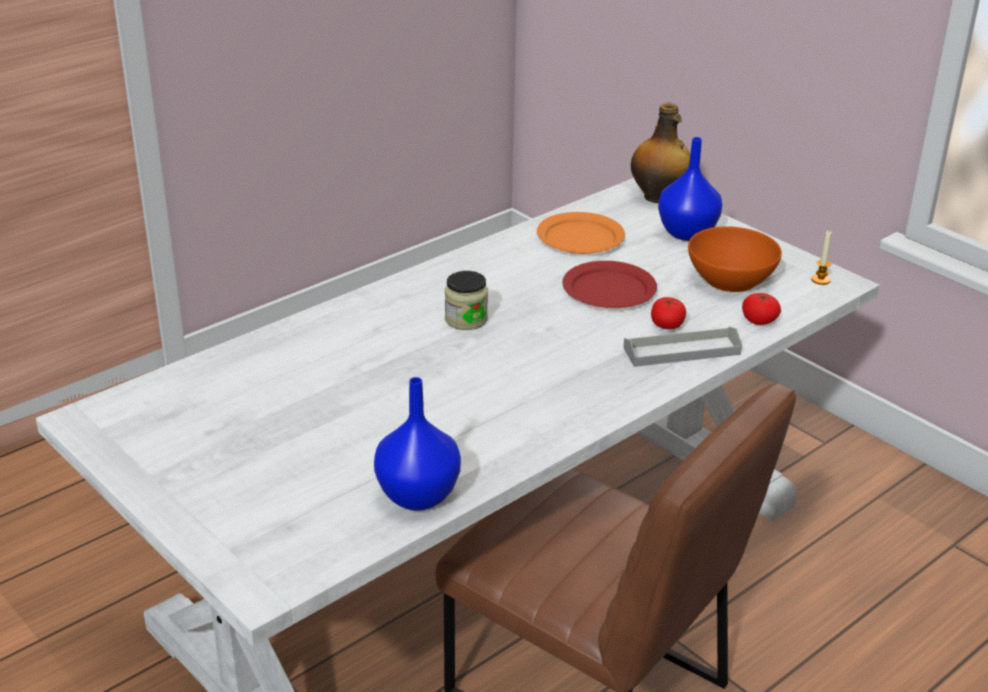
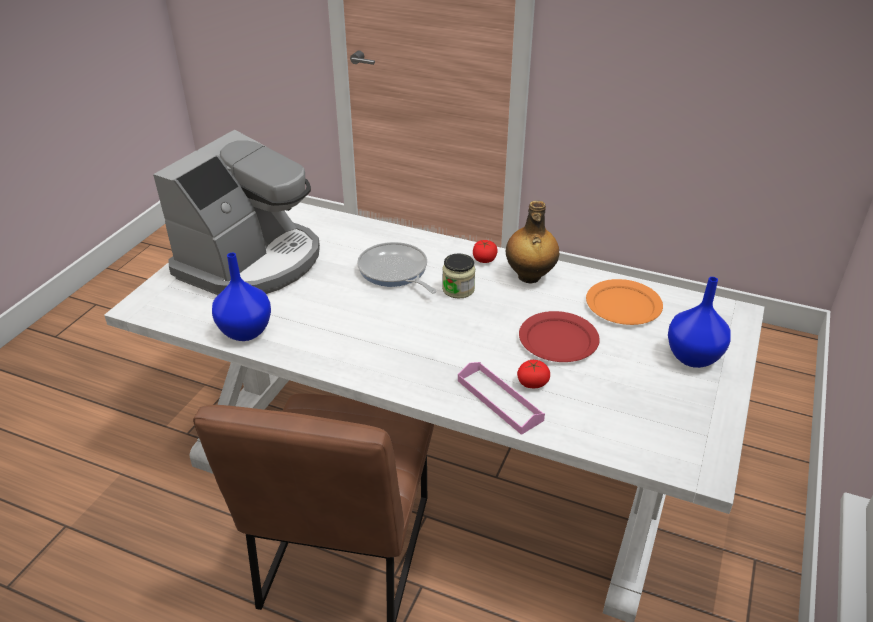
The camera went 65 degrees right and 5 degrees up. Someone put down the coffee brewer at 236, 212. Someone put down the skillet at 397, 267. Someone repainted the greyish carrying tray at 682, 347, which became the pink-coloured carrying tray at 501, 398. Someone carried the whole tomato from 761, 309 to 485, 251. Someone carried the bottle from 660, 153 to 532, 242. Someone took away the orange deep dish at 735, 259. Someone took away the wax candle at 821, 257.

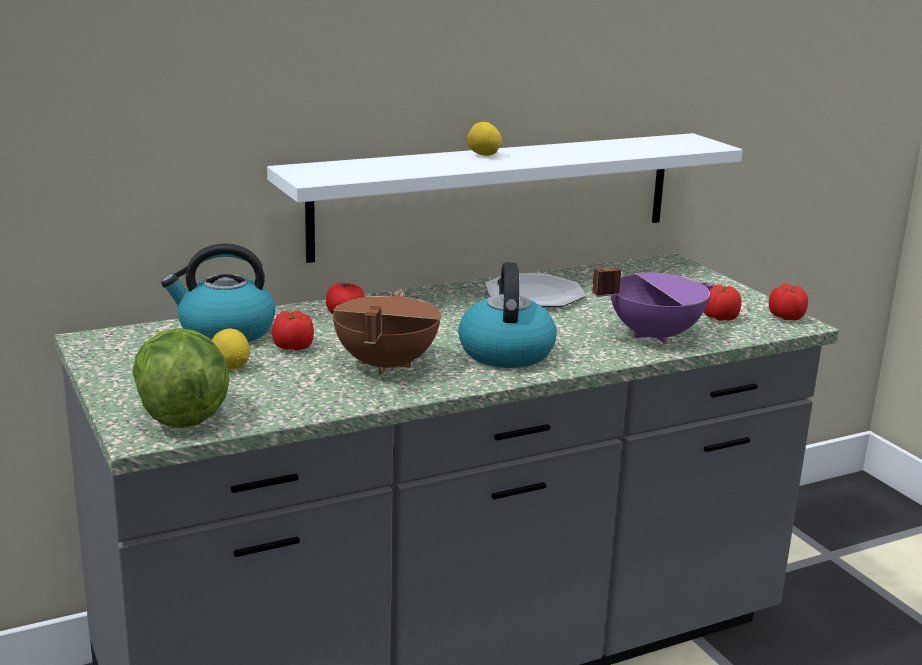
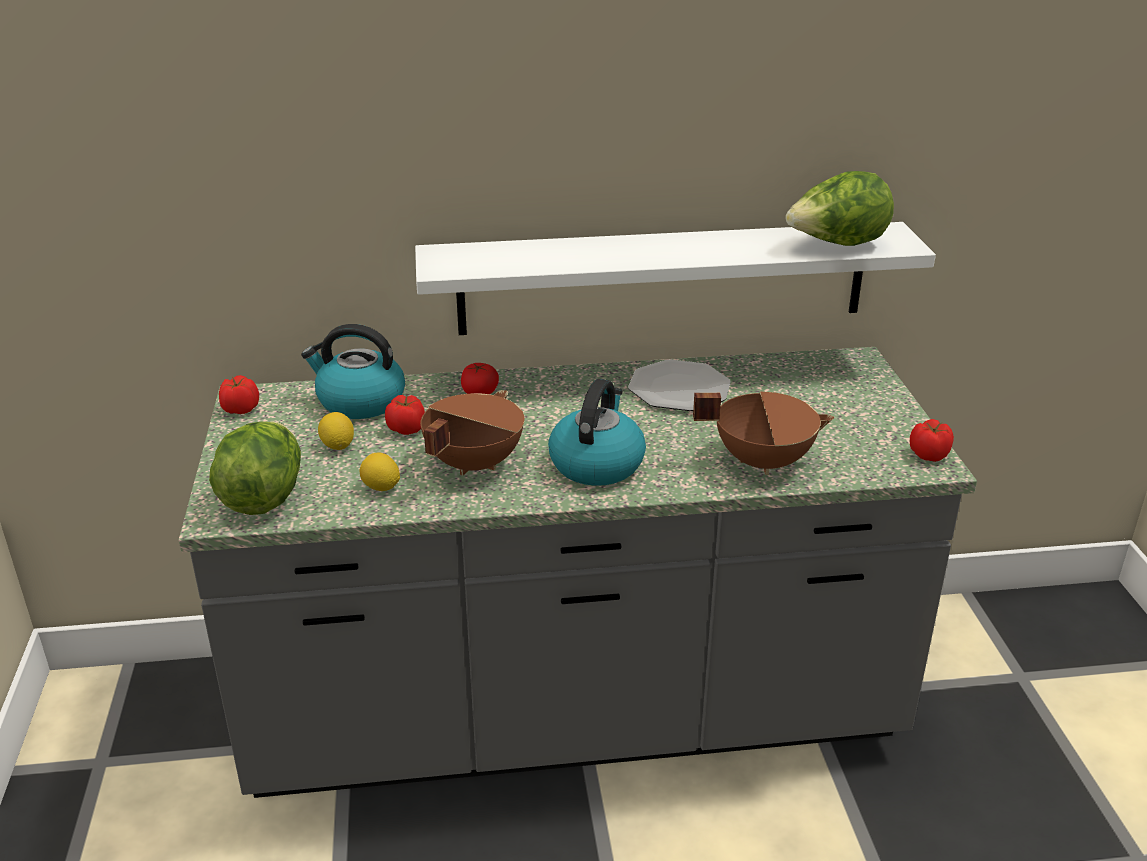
The camera went 20 degrees right and 10 degrees up. Someone carried the whole tomato from 722, 302 to 239, 394. Someone carried the whole lemon from 484, 139 to 380, 471. Someone repainted the purple cooking pot at 653, 305, which became the brown-coloured cooking pot at 763, 433. Someone put down the head of lettuce at 840, 208.

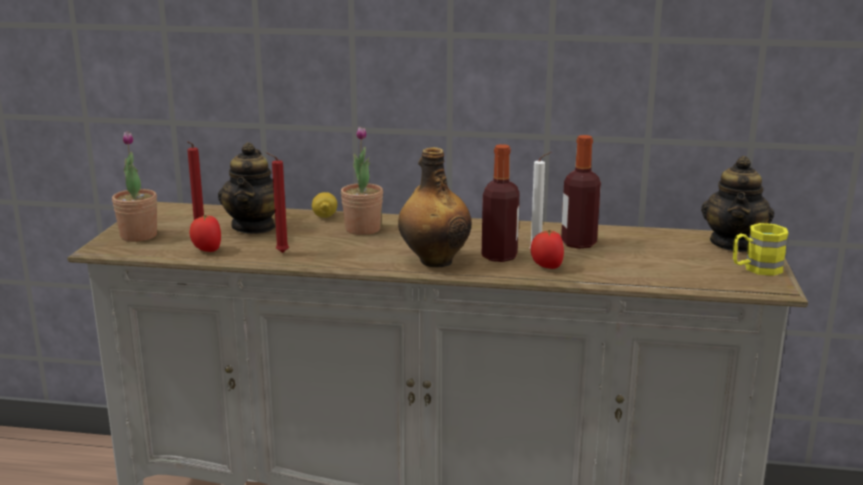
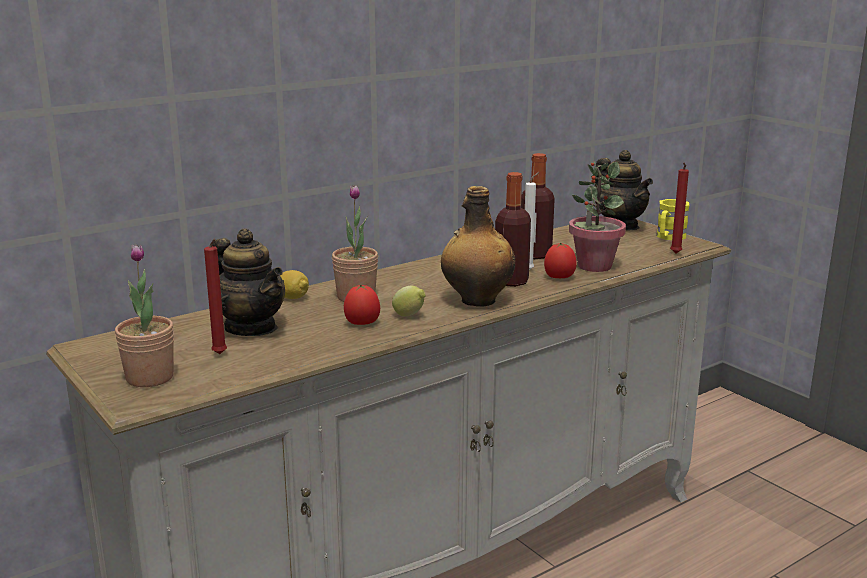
The camera went 45 degrees left and 0 degrees up. Someone carried the whole tomato from 205, 233 to 362, 305. Someone put down the whole lemon at 408, 301. Someone put down the houseplant at 597, 216. Someone carried the red wax candle from 277, 202 to 679, 208.

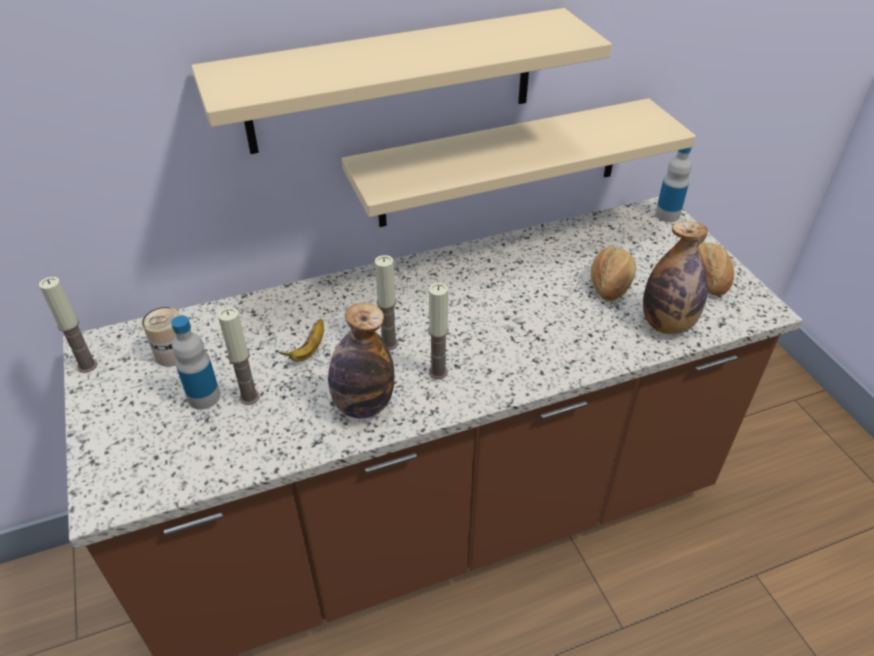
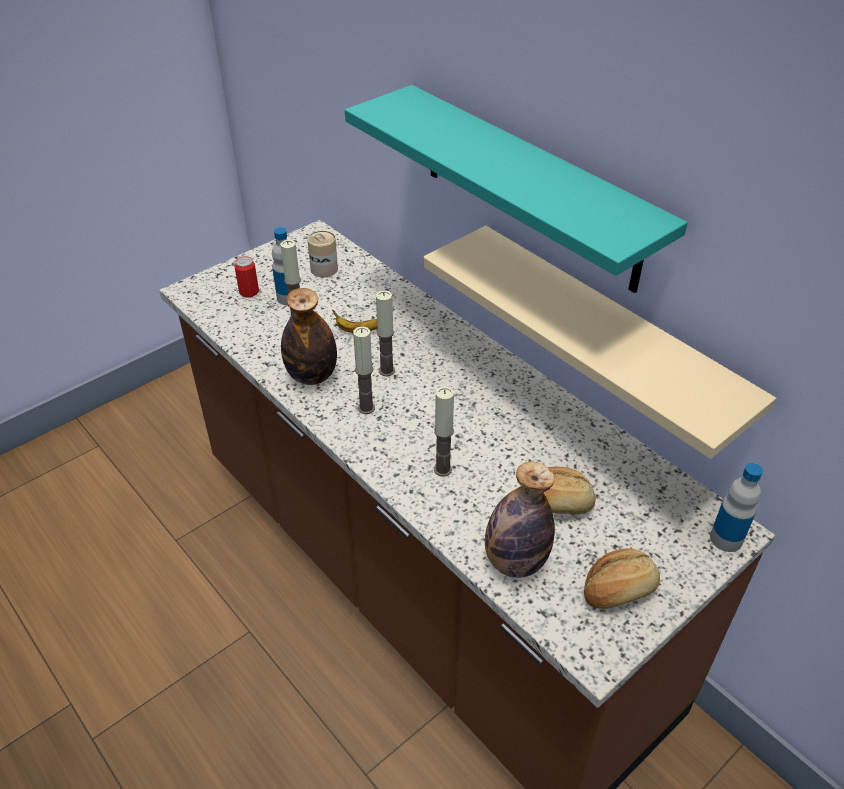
The camera went 70 degrees right and 0 degrees up. Someone put down the can at 247, 277. Someone repainted the sand-coloured wall shelf at 401, 81, which became the blue-green wall shelf at 516, 189. Someone carried the wax candle from 68, 325 to 444, 431.

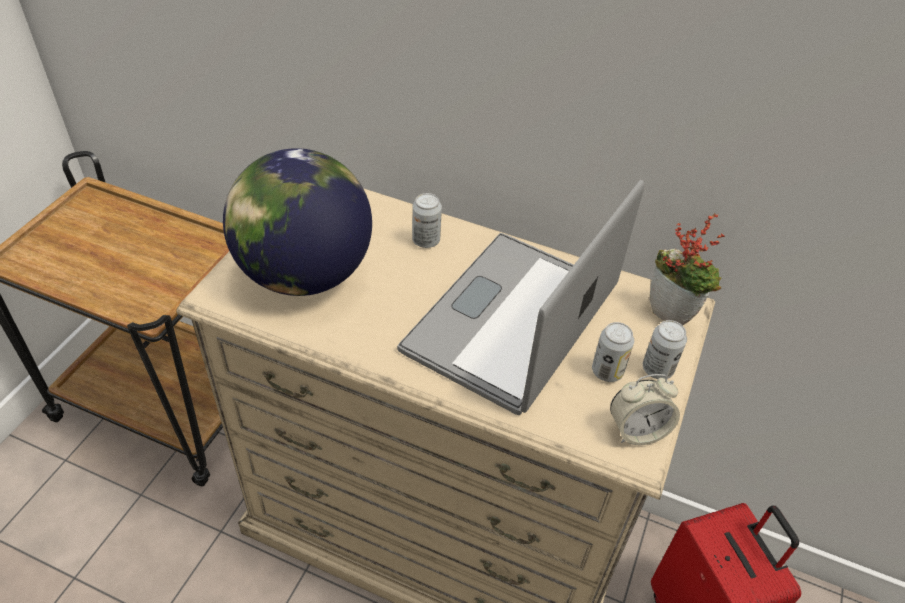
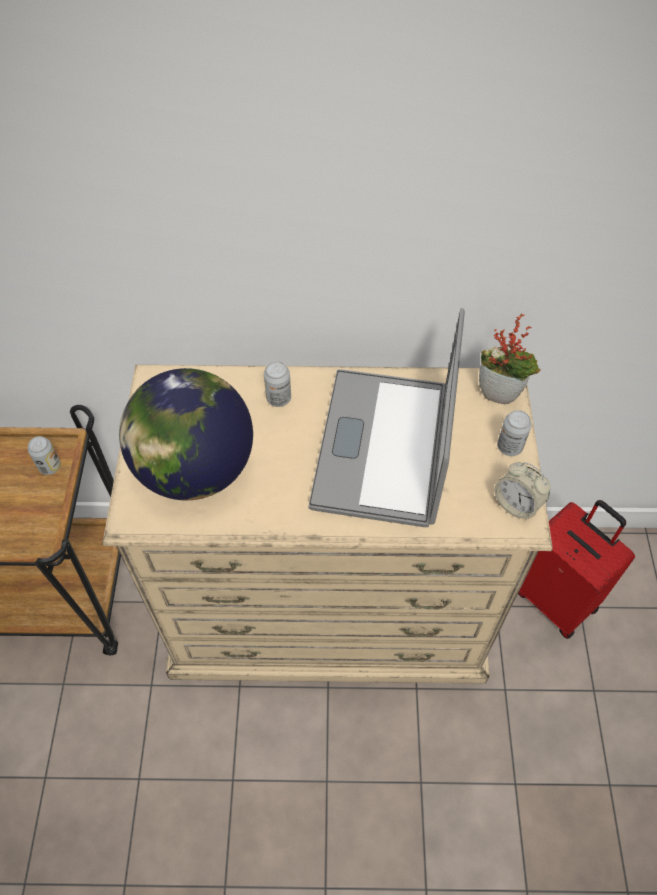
The camera went 20 degrees left and 10 degrees up. Someone carried the can from 613, 352 to 44, 455. Someone rotated the alarm clock at 645, 409 by 75 degrees clockwise.

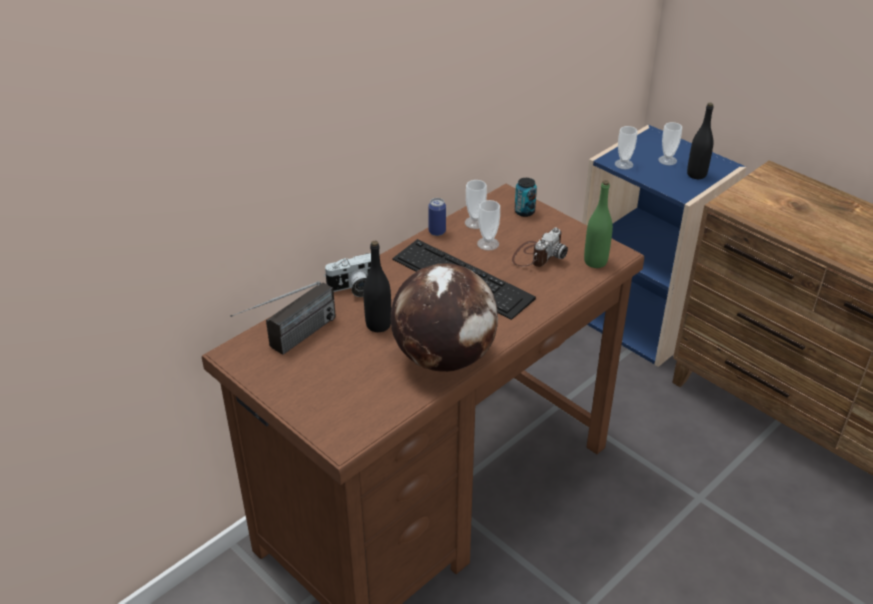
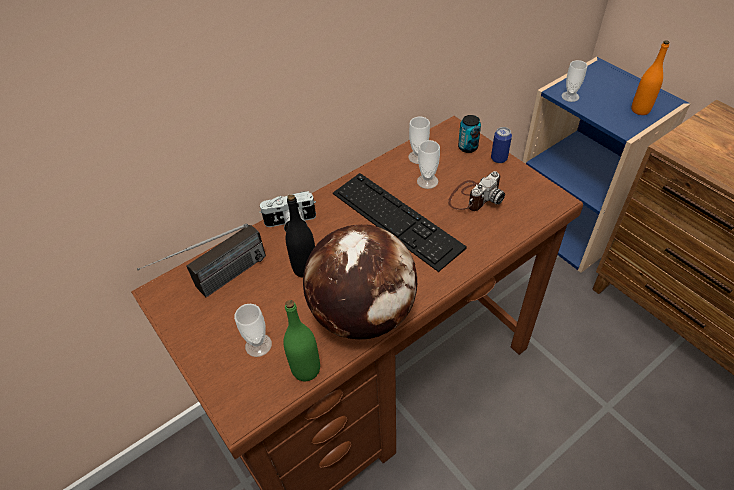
The camera went 10 degrees right and 10 degrees up. Someone carried the small cup from 670, 143 to 253, 330. Someone carried the green bottle from 598, 224 to 301, 340. Someone carried the can from 437, 217 to 501, 145. Someone repainted the black-coloured bottle at 700, 141, which became the orange bottle at 650, 77.

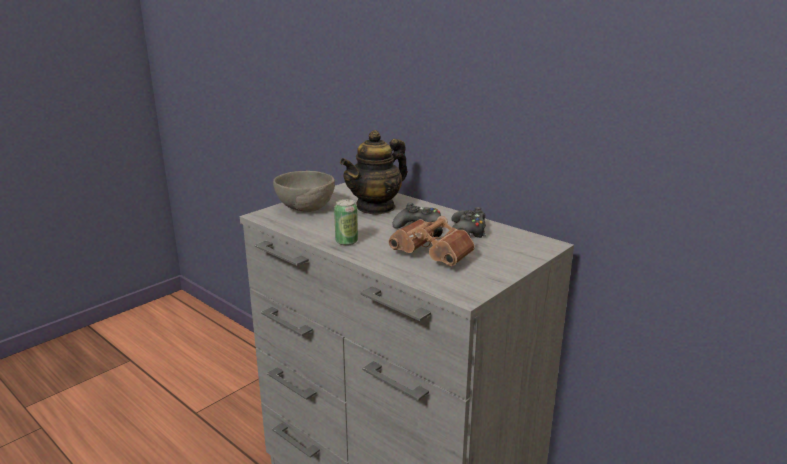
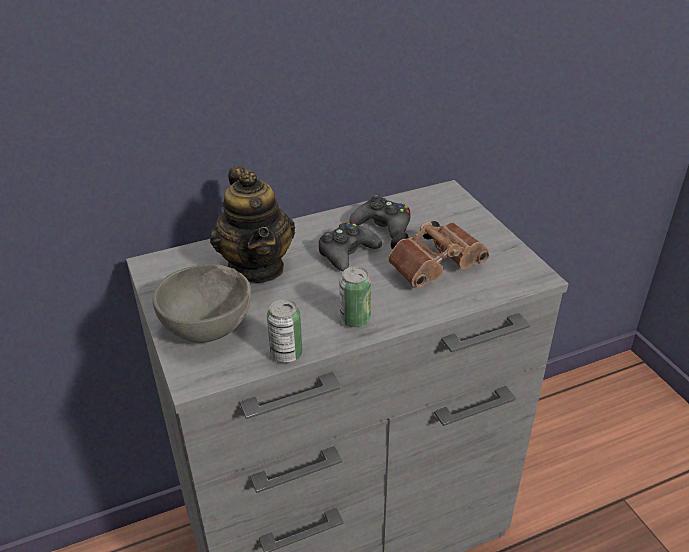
The camera went 65 degrees left and 15 degrees up. Someone put down the can at 284, 331.

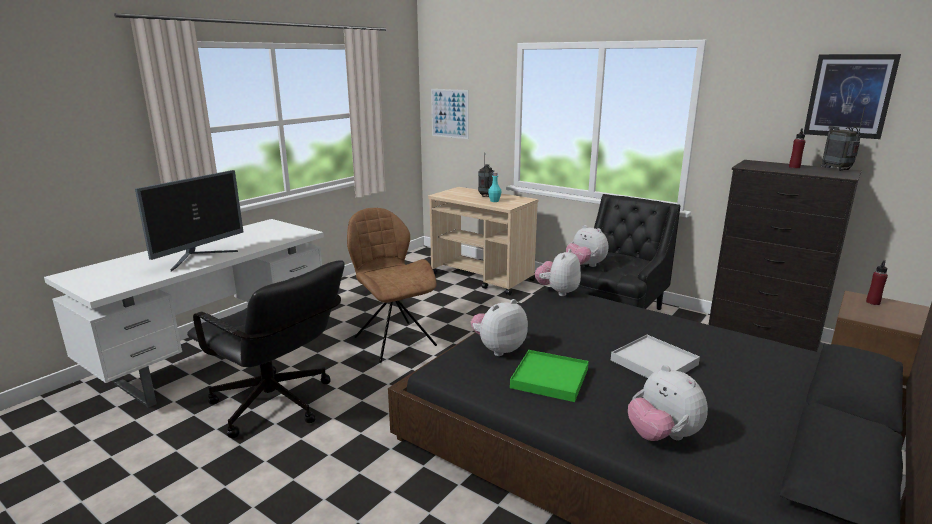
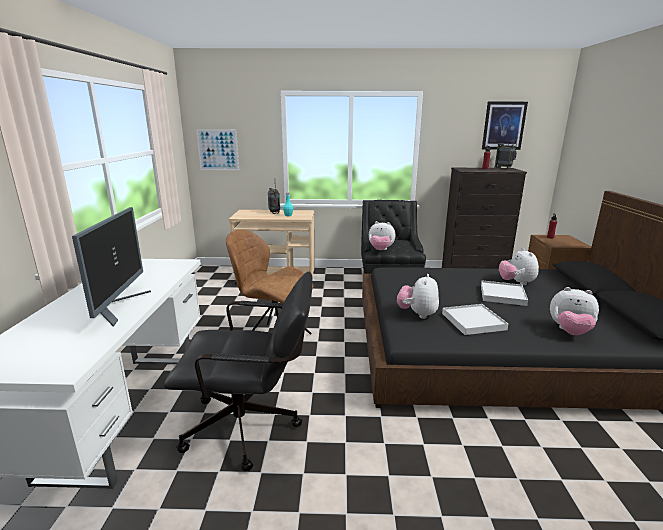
The camera went 35 degrees left and 0 degrees up. Someone repainted the green carrying tray at 549, 376, which became the whitish carrying tray at 475, 319. Someone carried the plush toy from 558, 272 to 519, 266.

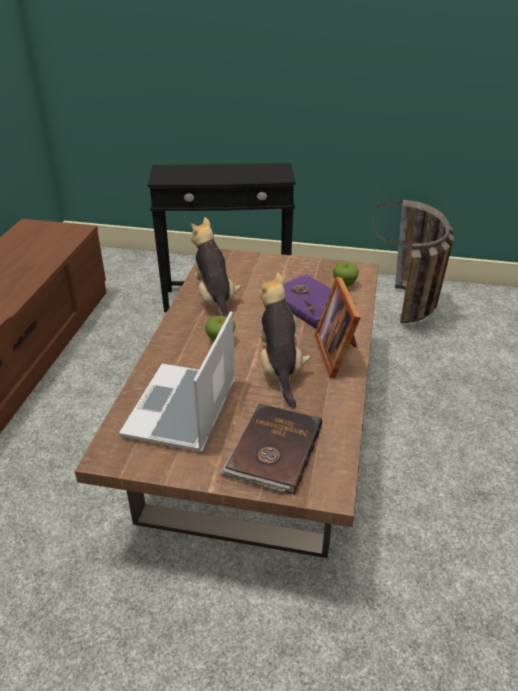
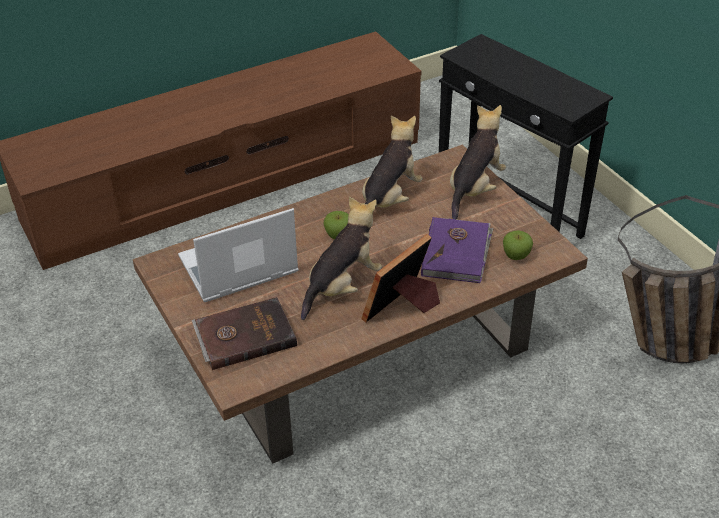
The camera went 50 degrees right and 5 degrees up. Someone put down the plush toy at 478, 162.

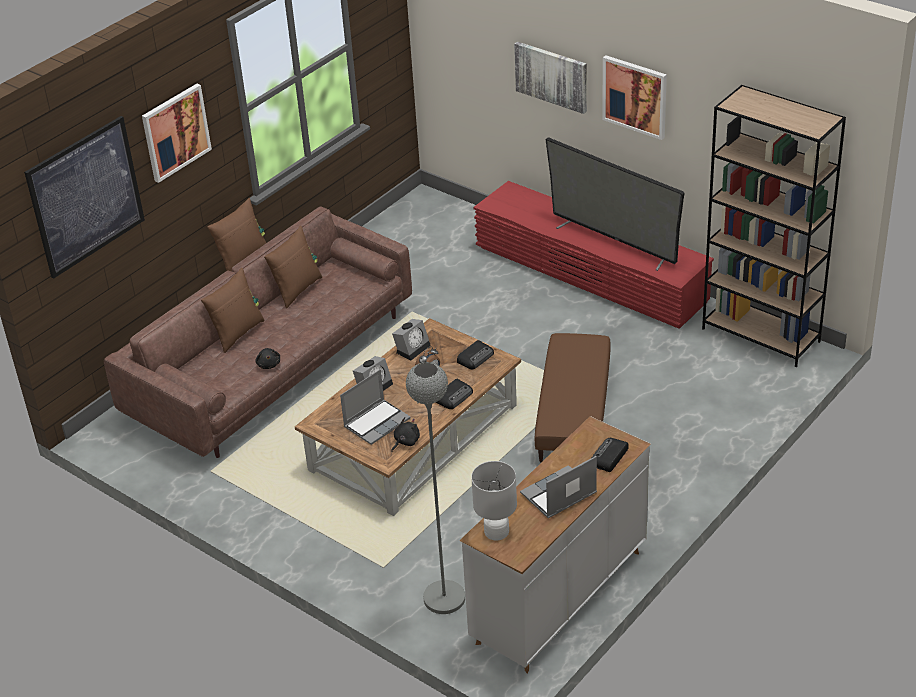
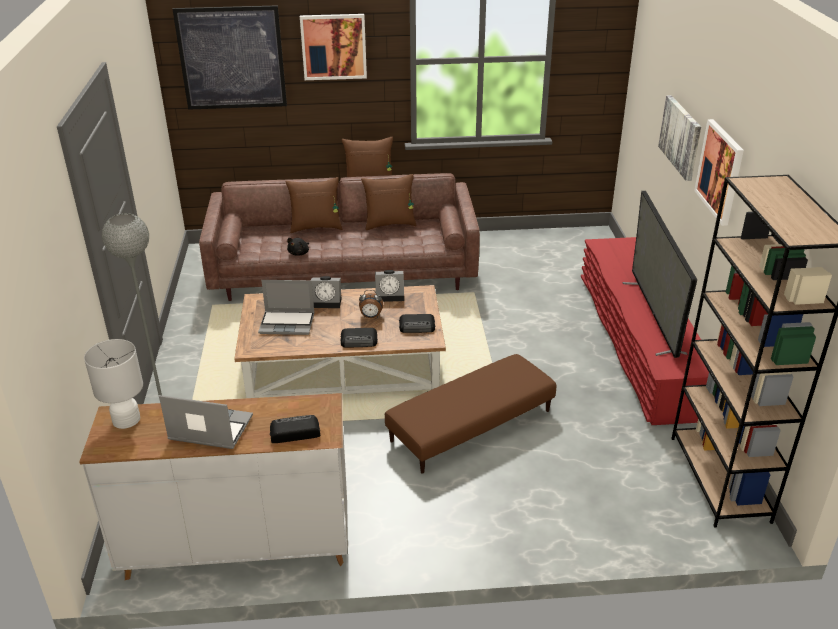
The camera went 45 degrees right and 5 degrees down. Someone took away the black-coloured plush toy at 405, 434.

